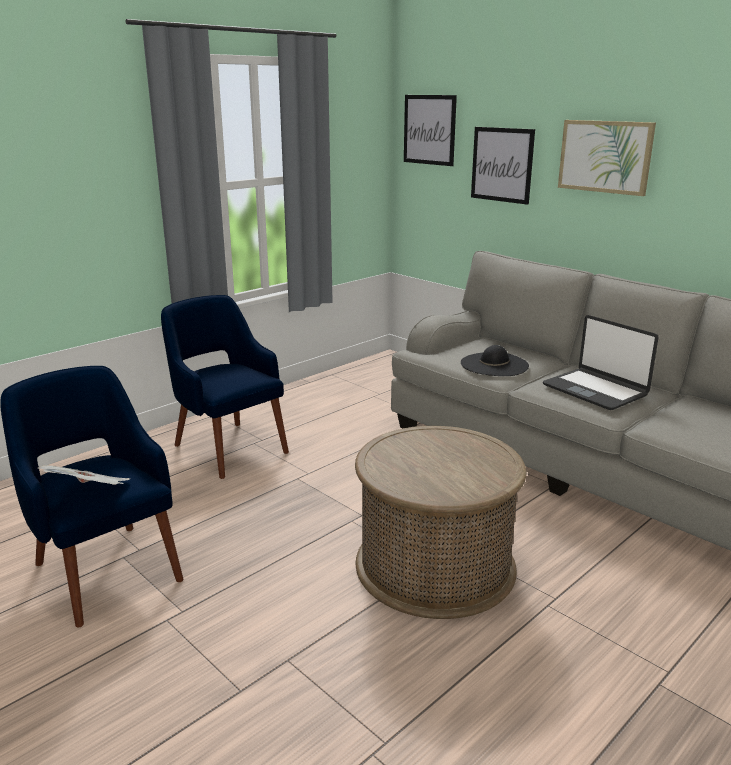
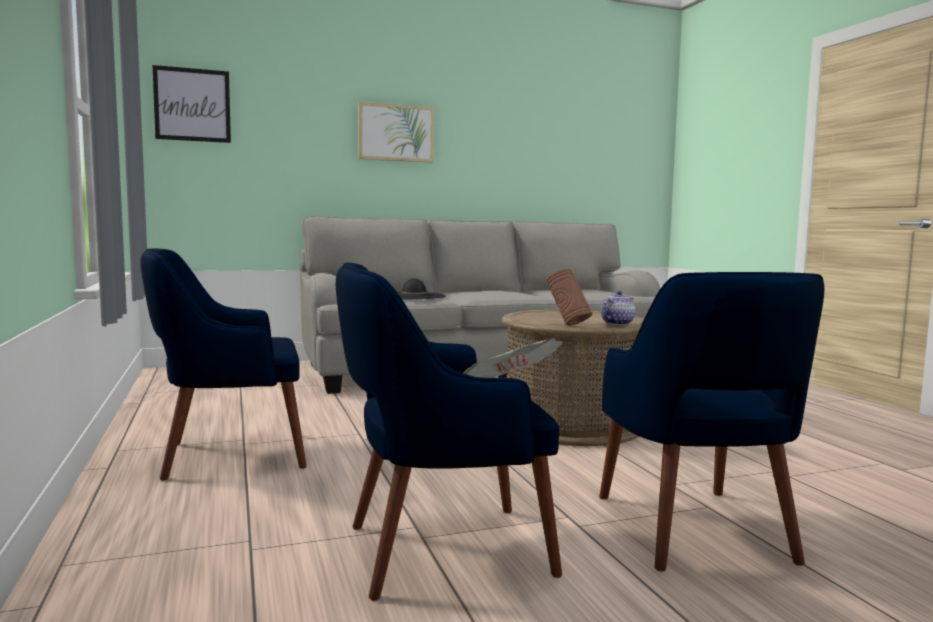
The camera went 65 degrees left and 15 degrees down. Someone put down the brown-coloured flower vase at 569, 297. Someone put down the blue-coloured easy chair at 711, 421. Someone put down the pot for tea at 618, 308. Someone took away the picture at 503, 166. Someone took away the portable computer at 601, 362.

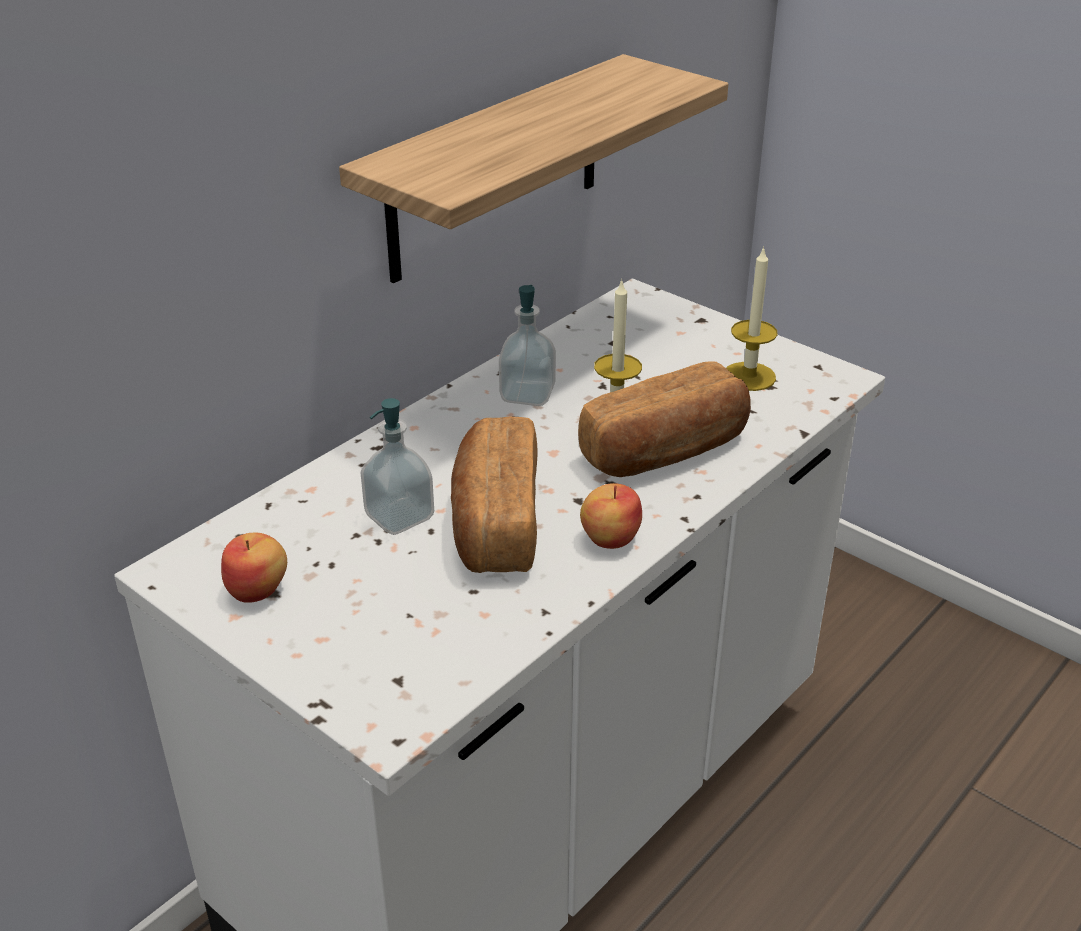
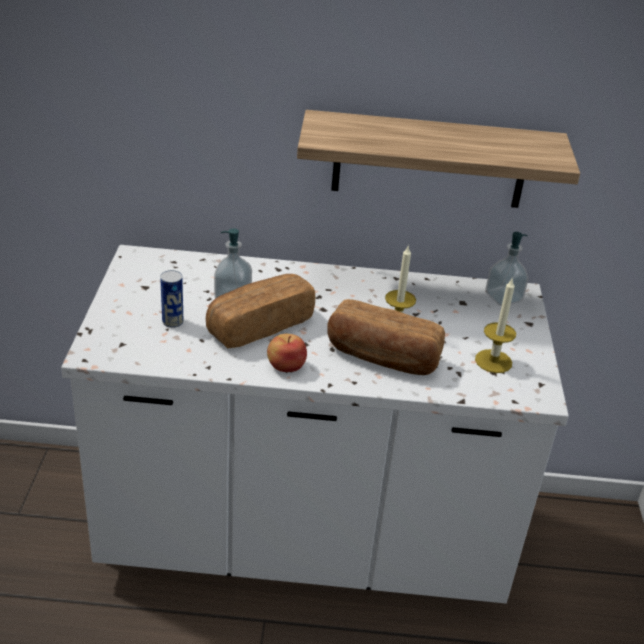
The camera went 50 degrees right and 0 degrees up. Someone put down the can at 172, 299. Someone carried the liquid soap bottle from 527, 345 to 507, 269. Someone took away the apple at 254, 568.

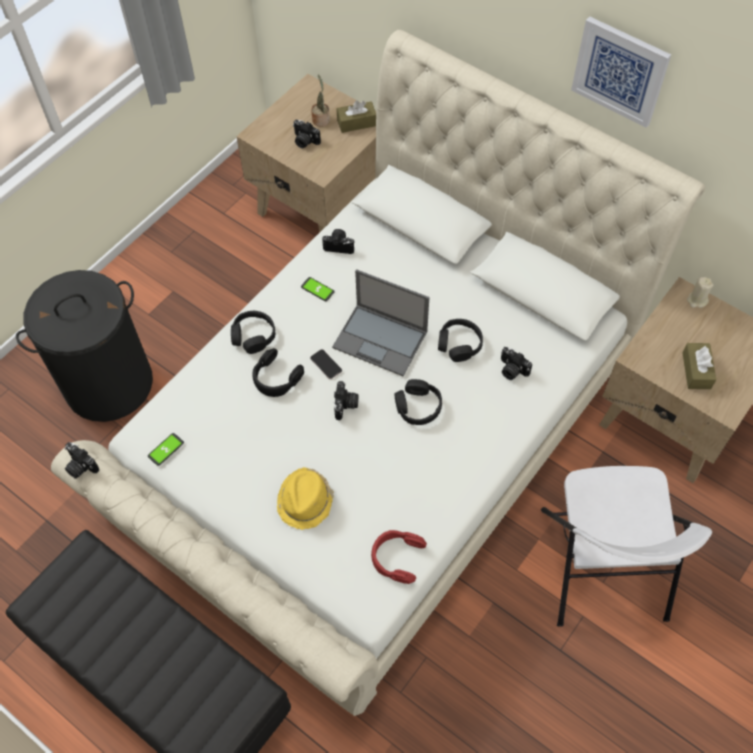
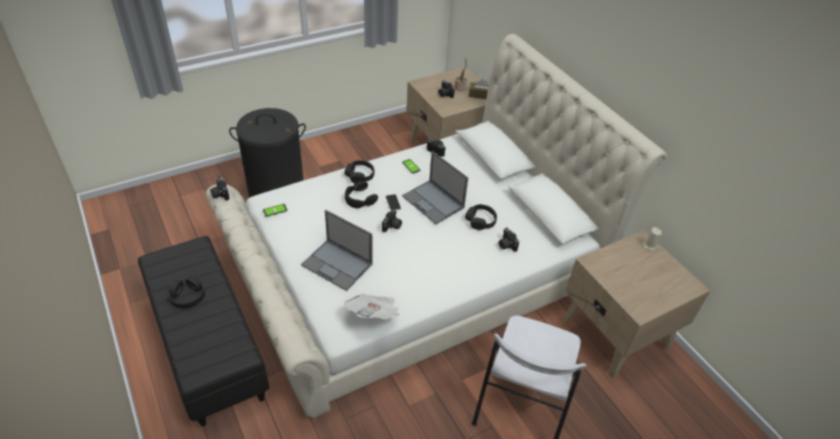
The camera went 20 degrees right and 15 degrees down. Someone carried the black-coloured headphones from 418, 402 to 187, 292. Someone swapped the yellow-coloured hat at 305, 498 for the portable computer at 337, 250. Someone swapped the red headphones at 399, 557 for the printed paper at 371, 306. Someone took away the picture at 621, 72. Someone took away the brown-coloured tissue box at 699, 366.

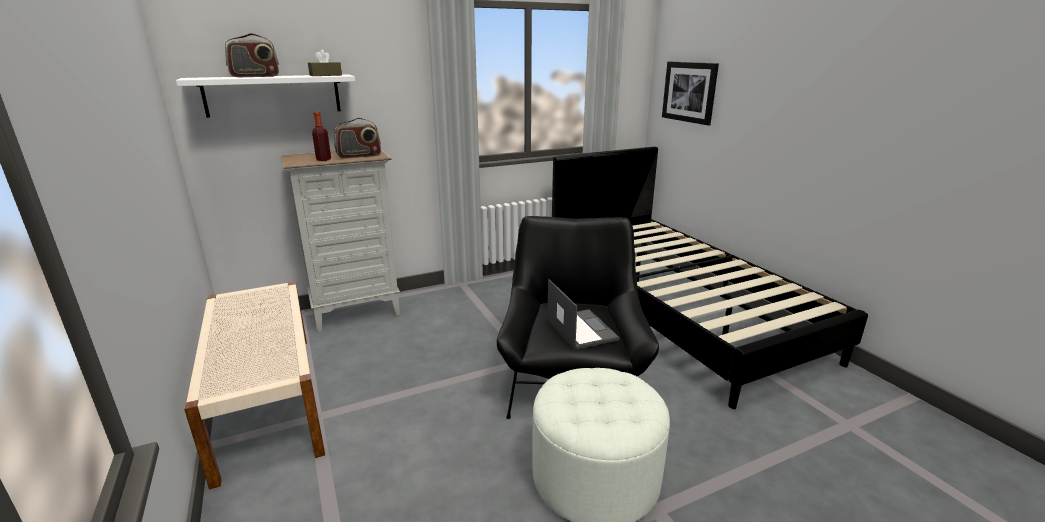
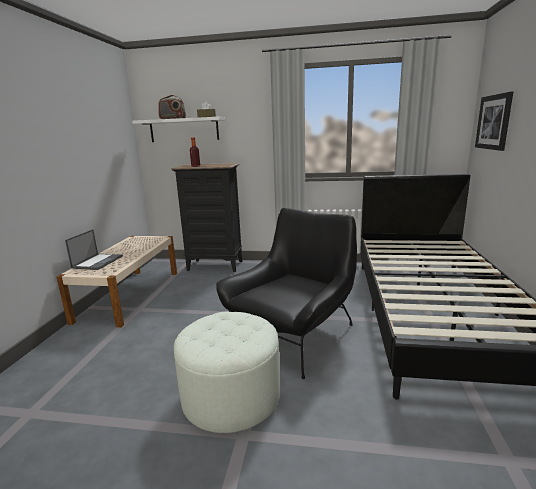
The camera went 35 degrees right and 5 degrees down. Someone carried the portable computer from 583, 314 to 94, 249. Someone repainted the whitish chest of drawers at 340, 241, which became the black-coloured chest of drawers at 206, 217. Someone took away the radio set at 357, 138.

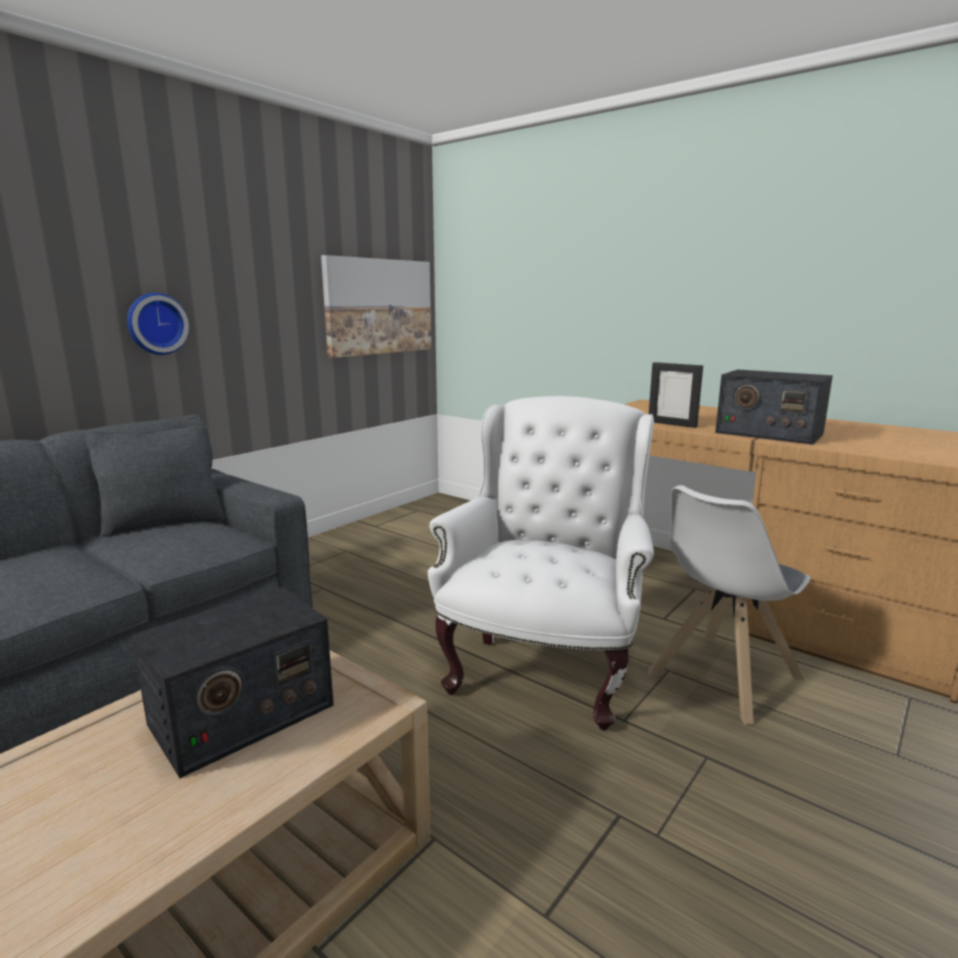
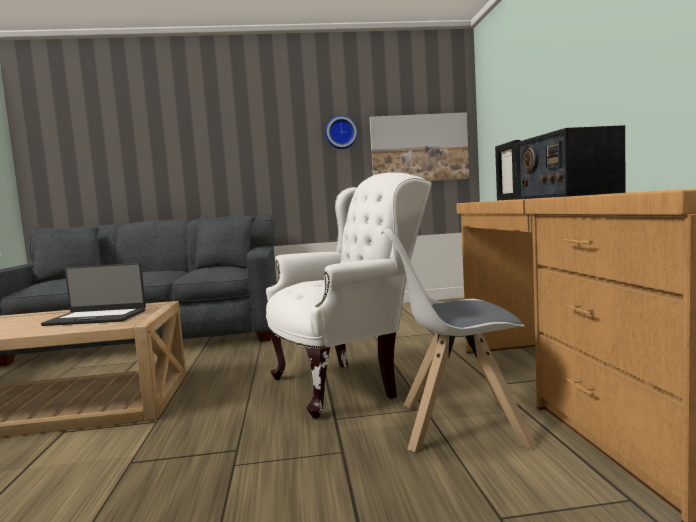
The camera went 45 degrees right and 10 degrees down. Someone swapped the radio set at 232, 682 for the portable computer at 93, 294. Someone carried the clock on the wall from 158, 324 to 341, 132.

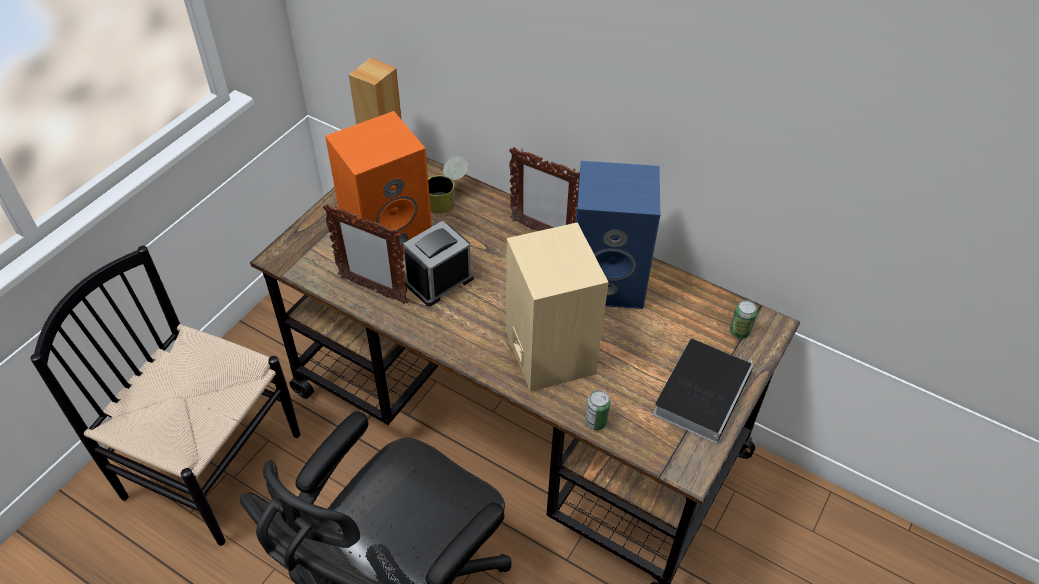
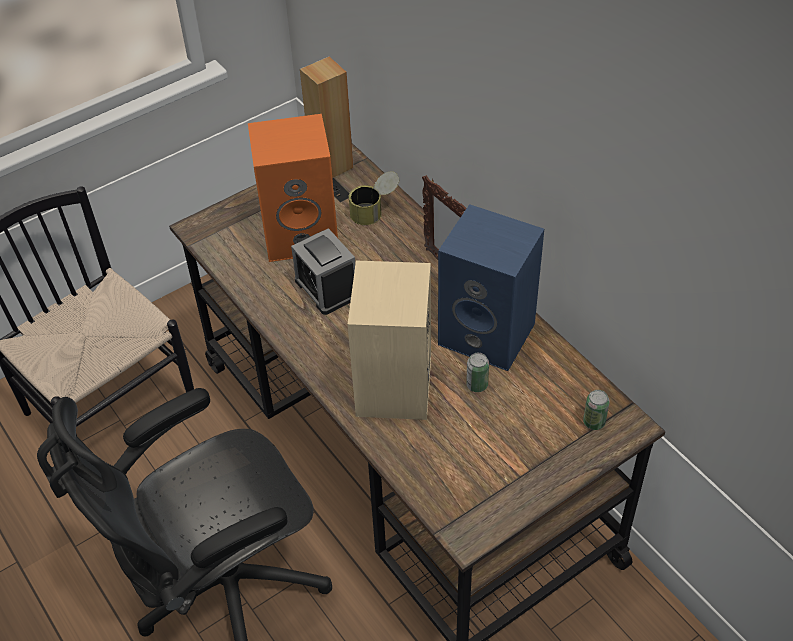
The camera went 25 degrees right and 0 degrees up. Someone rotated the alarm clock at 438, 263 by 105 degrees counterclockwise. Someone carried the can from 598, 410 to 477, 372. Someone took away the picture frame at 366, 254. Someone took away the volume at 703, 391.

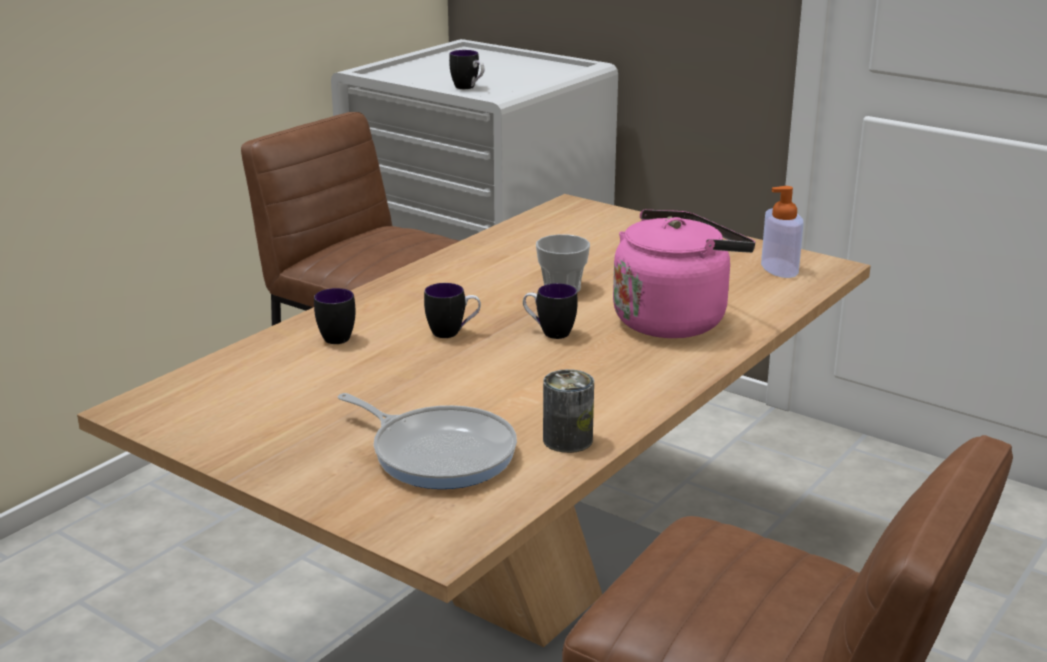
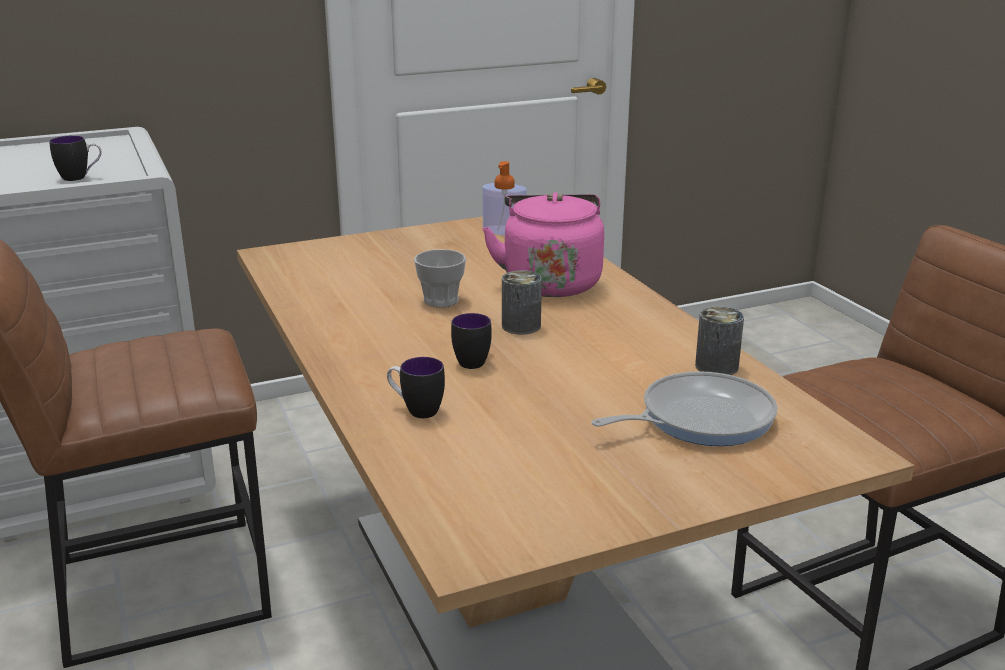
The camera went 60 degrees left and 0 degrees up. Someone swapped the tea mug at 550, 311 for the can at 522, 302.

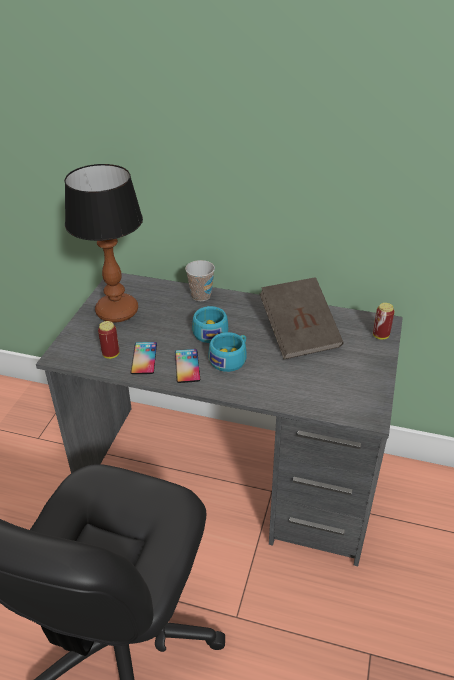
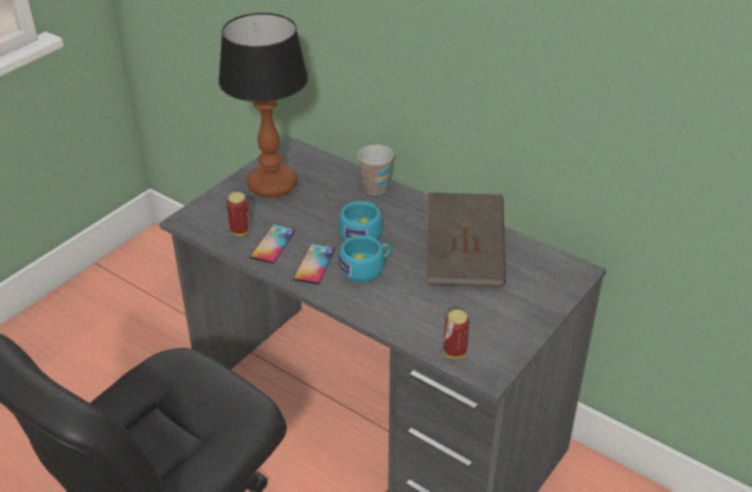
The camera went 20 degrees right and 0 degrees up. Someone carried the can from 383, 321 to 456, 334.

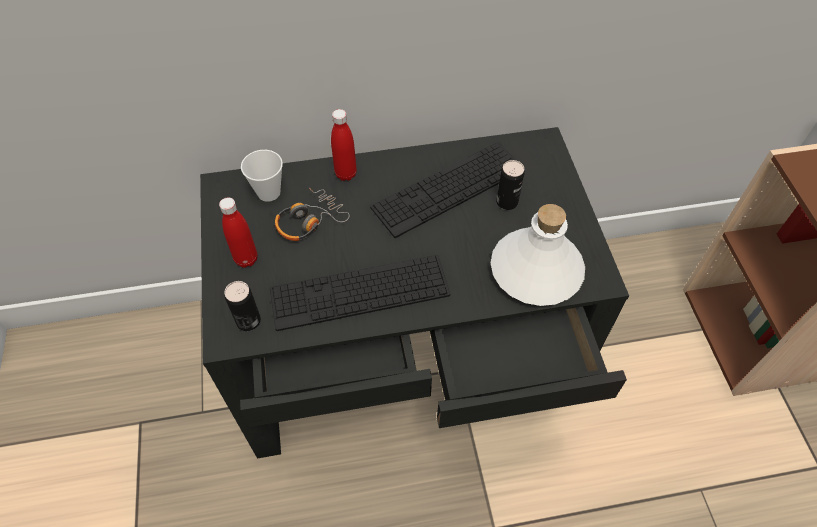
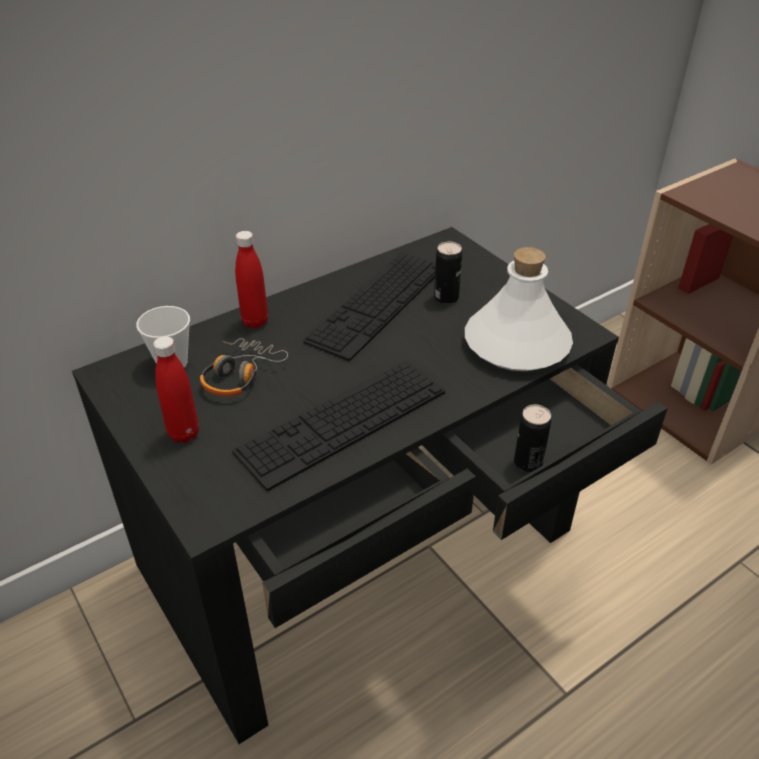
The camera went 25 degrees left and 15 degrees down. Someone carried the can from 242, 306 to 532, 438.

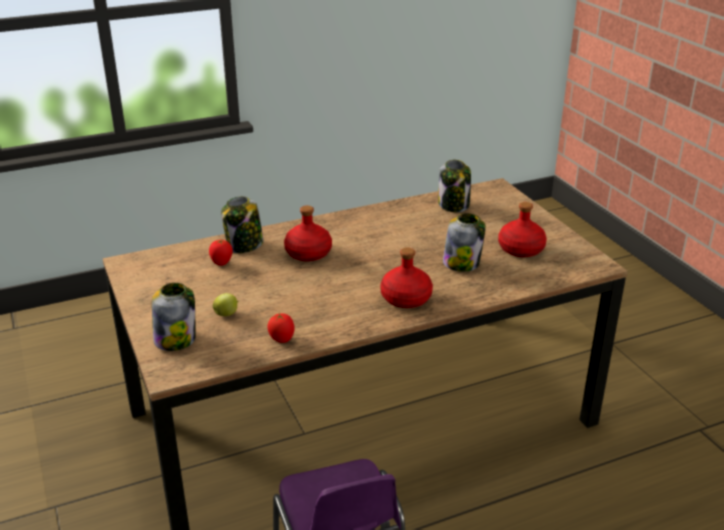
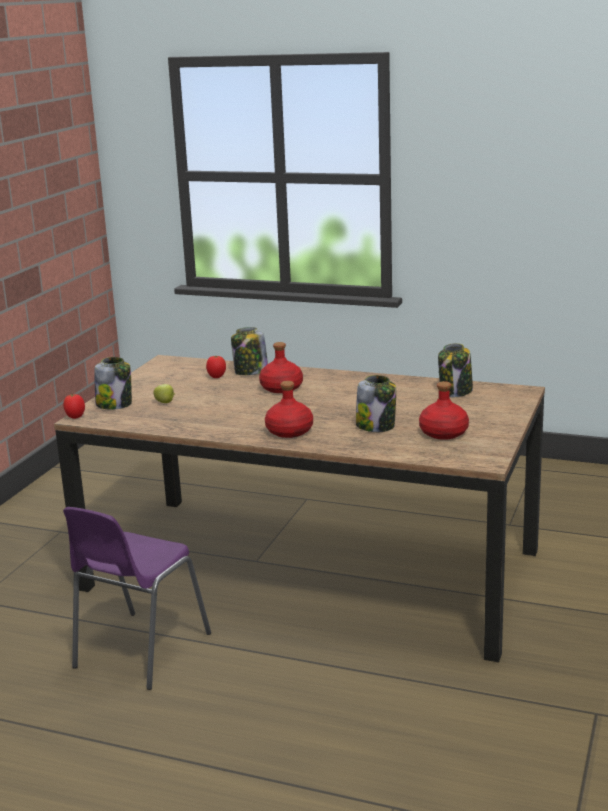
The camera went 45 degrees right and 10 degrees down. Someone carried the whole tomato from 281, 328 to 74, 406.

